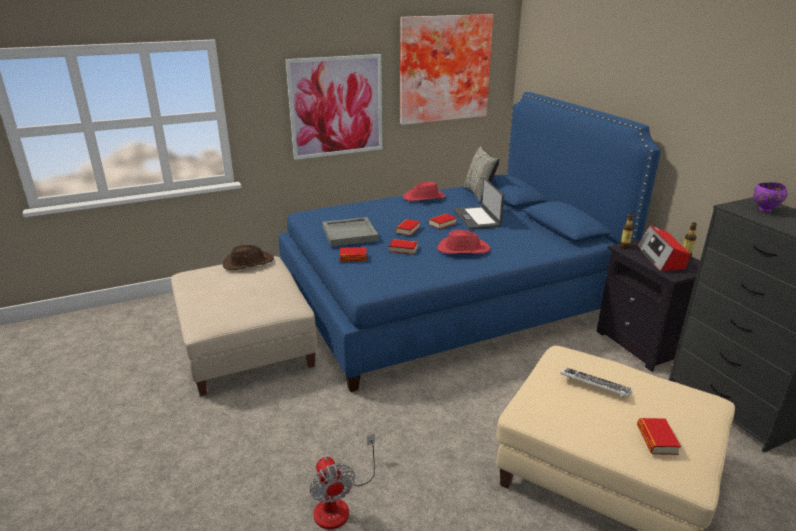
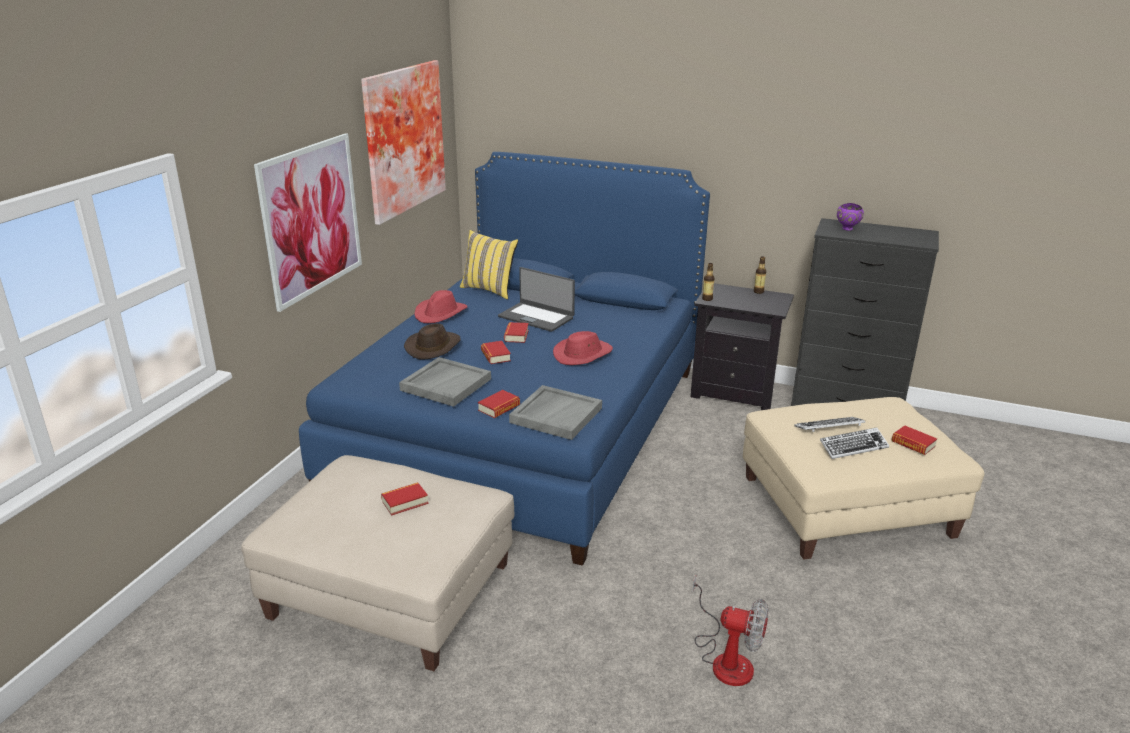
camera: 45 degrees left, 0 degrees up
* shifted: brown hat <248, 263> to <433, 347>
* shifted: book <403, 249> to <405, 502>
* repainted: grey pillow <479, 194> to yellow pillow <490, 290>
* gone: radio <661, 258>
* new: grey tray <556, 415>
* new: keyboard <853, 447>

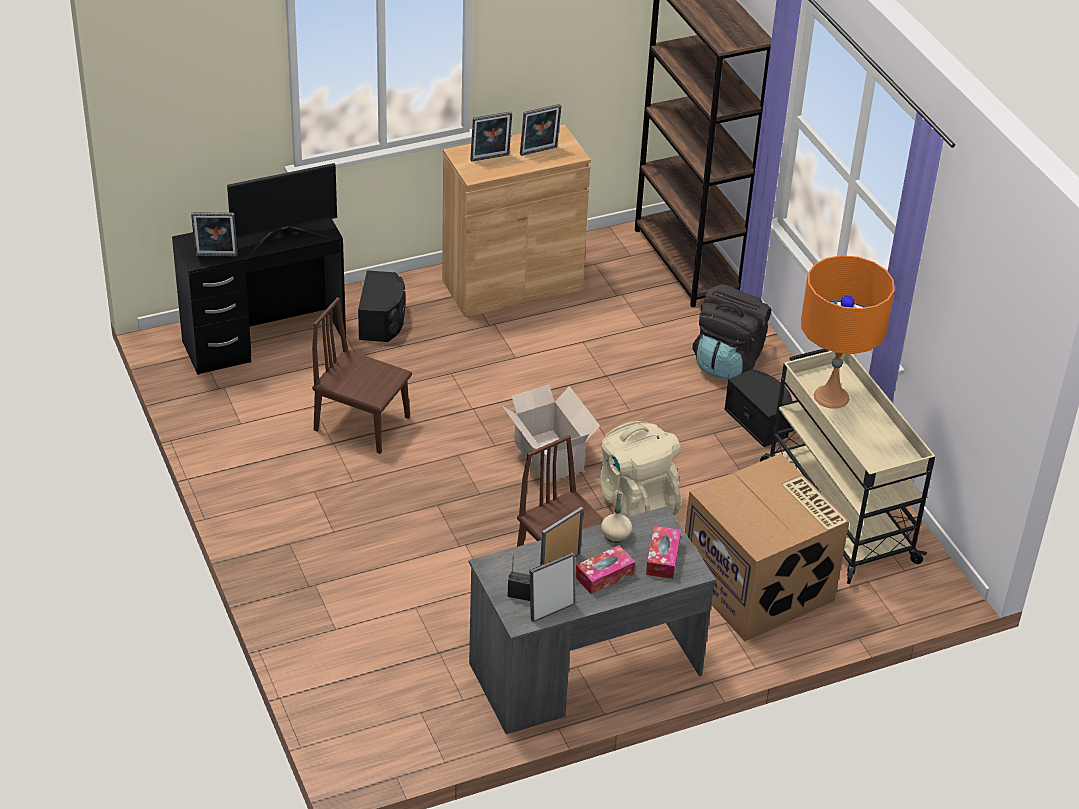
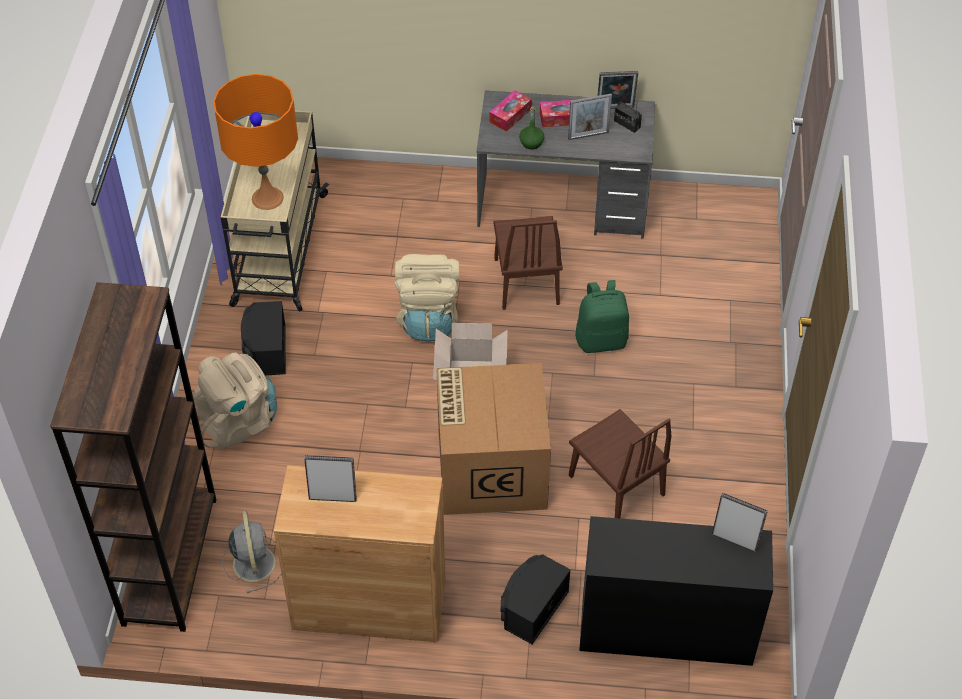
camera: 150 degrees left, 10 degrees up
* gone: monitor <283, 235>
* gone: picture frame <490, 158>
* repainted: beige bottle <615, 534> to green bottle <531, 143>
* shifted: cardboard box <759, 586> to <490, 467>
* repainted: black backpack <728, 361> to beige backpack <238, 422>
* new: grey fan <254, 561>
* new: green backpack <601, 340>

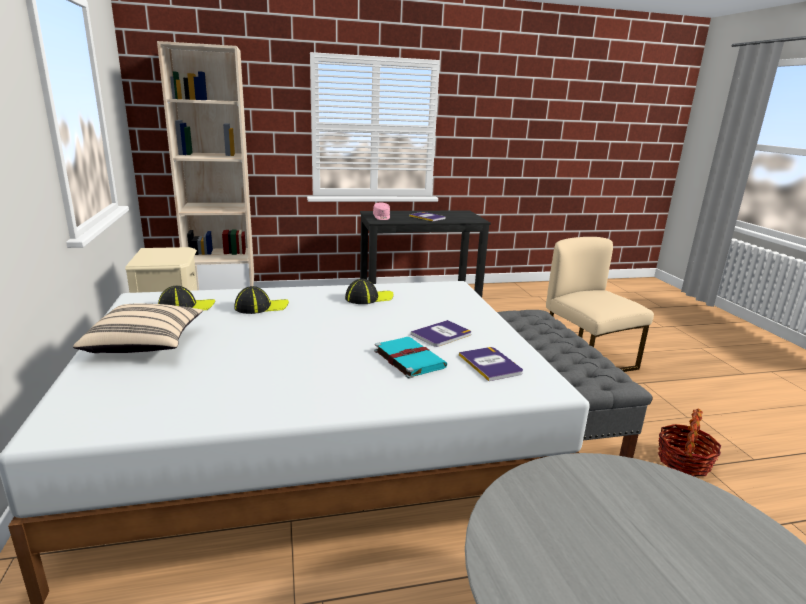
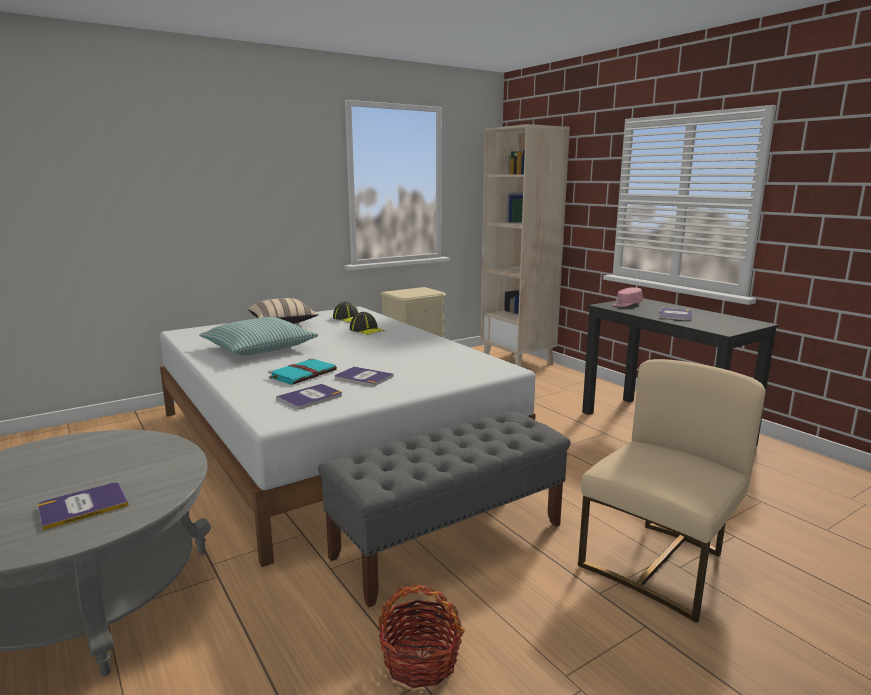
camera: 70 degrees right, 5 degrees down
* gone: cap <368, 298>
* new: book <83, 506>
* new: pillow <259, 348>

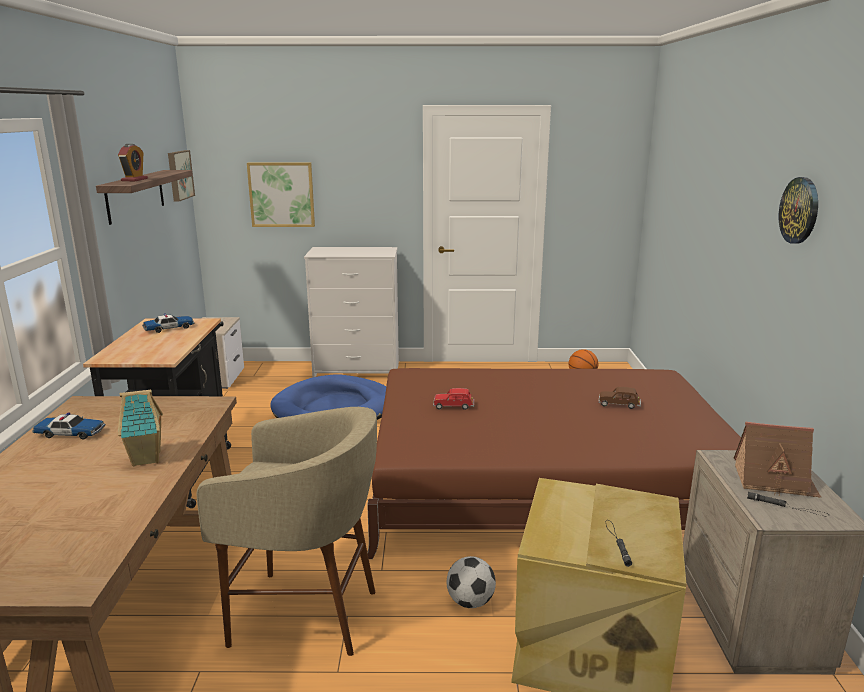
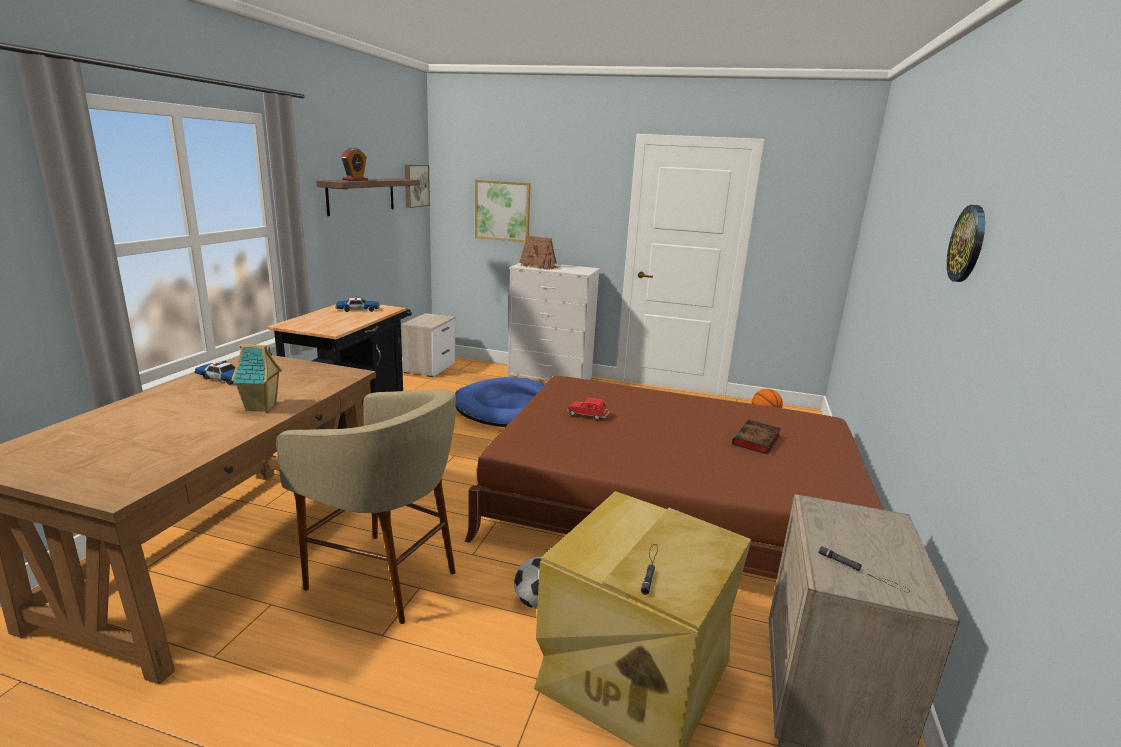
camera: 15 degrees right, 0 degrees up
* swapped: brown toy car <619, 405> to book <756, 441>
* shifted: toy house <774, 481> to <539, 266>

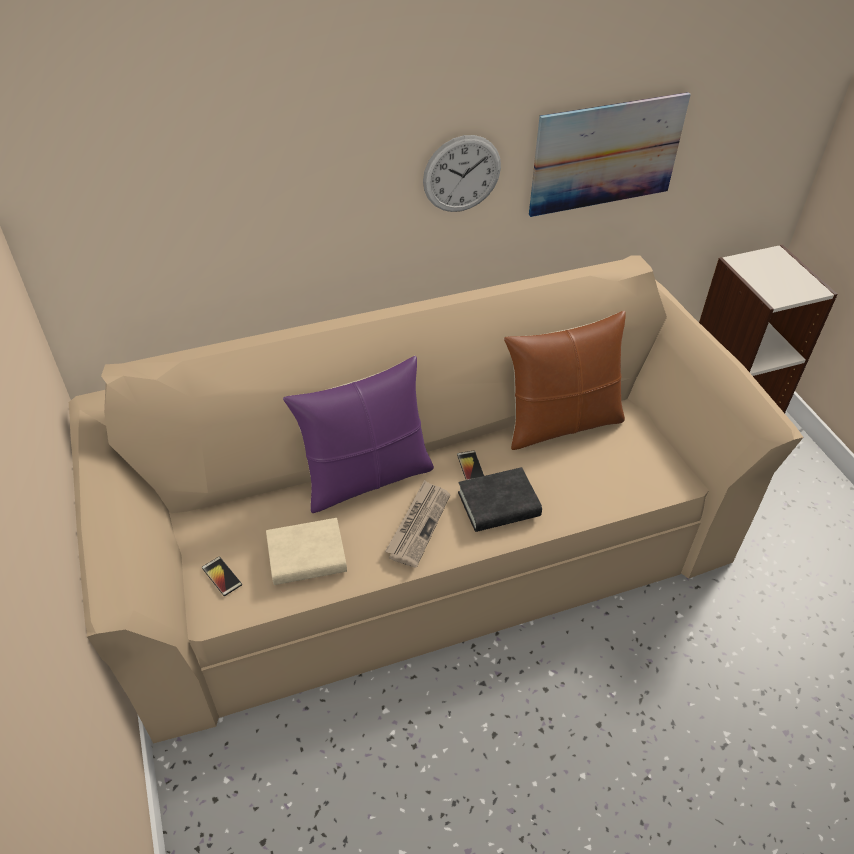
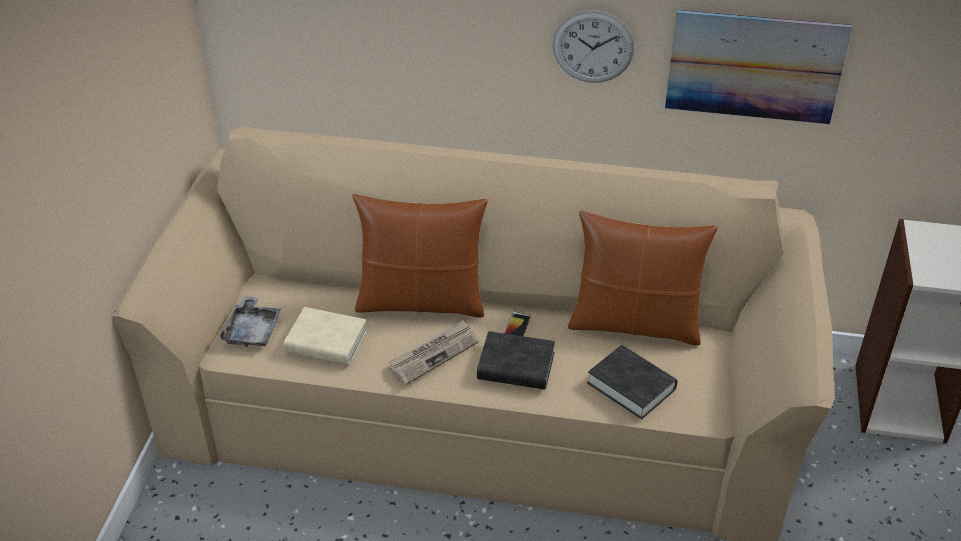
camera: 30 degrees right, 5 degrees down
* swapped: phone <222, 576> to grey tray <253, 330>
* repainted: purple pillow <366, 477> to brown pillow <421, 302>
* new: black book <631, 386>

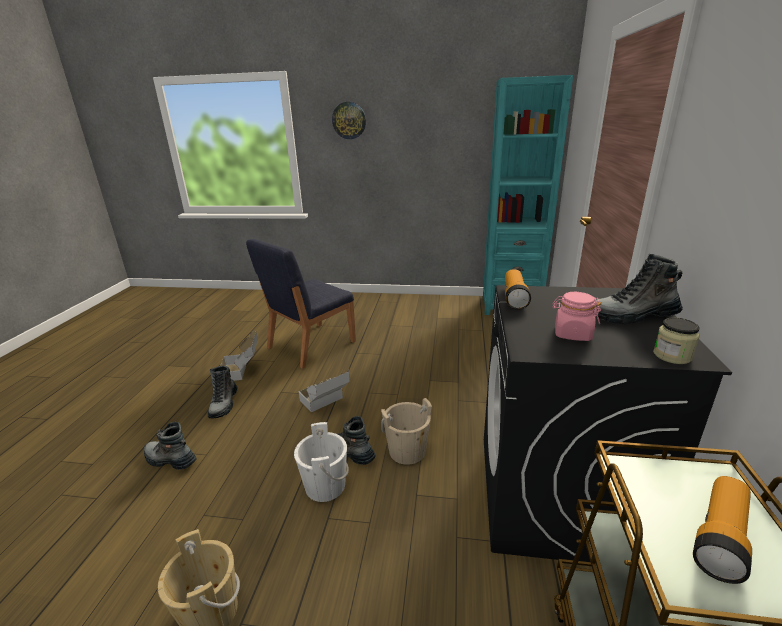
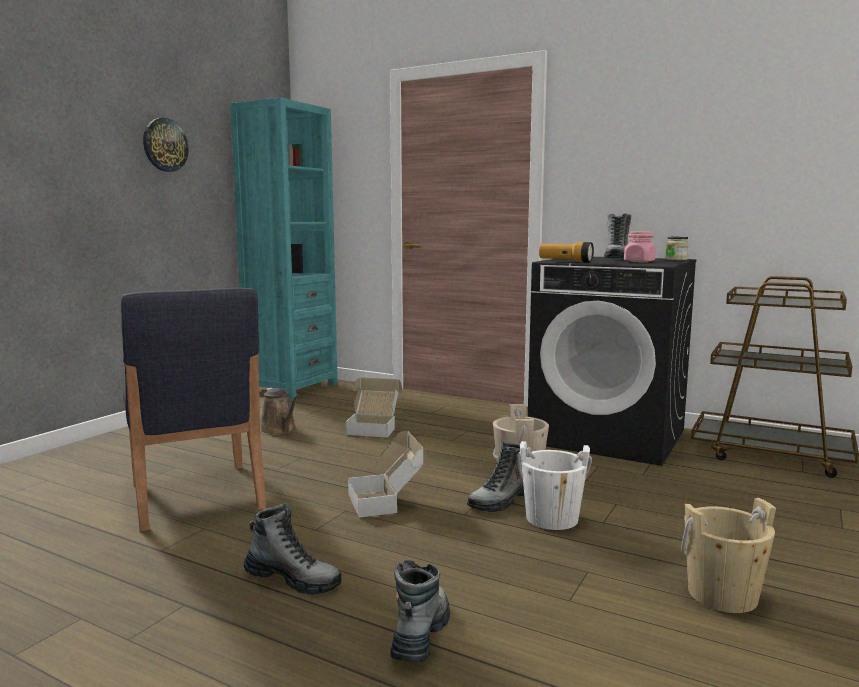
camera: 70 degrees left, 15 degrees down
* rotated: boot <170, 460> = <420, 634> 150 degrees clockwise
* shifted: cardboard box <242, 371> to <374, 428>
* shifted: wall clock <349, 120> to <165, 145>
* gone: flashlight <720, 538>
* new: brown watering can <280, 430>

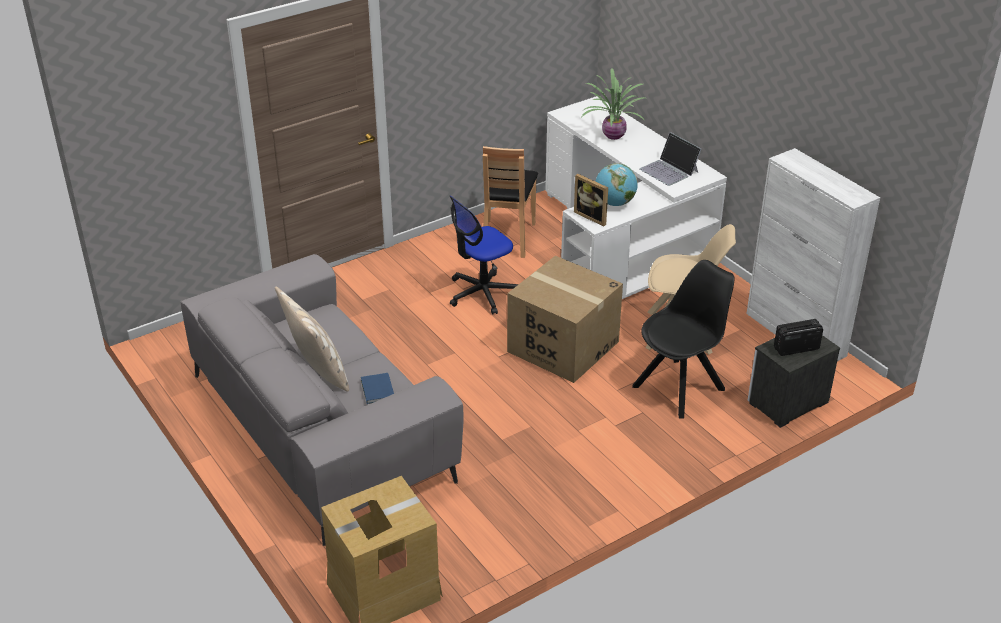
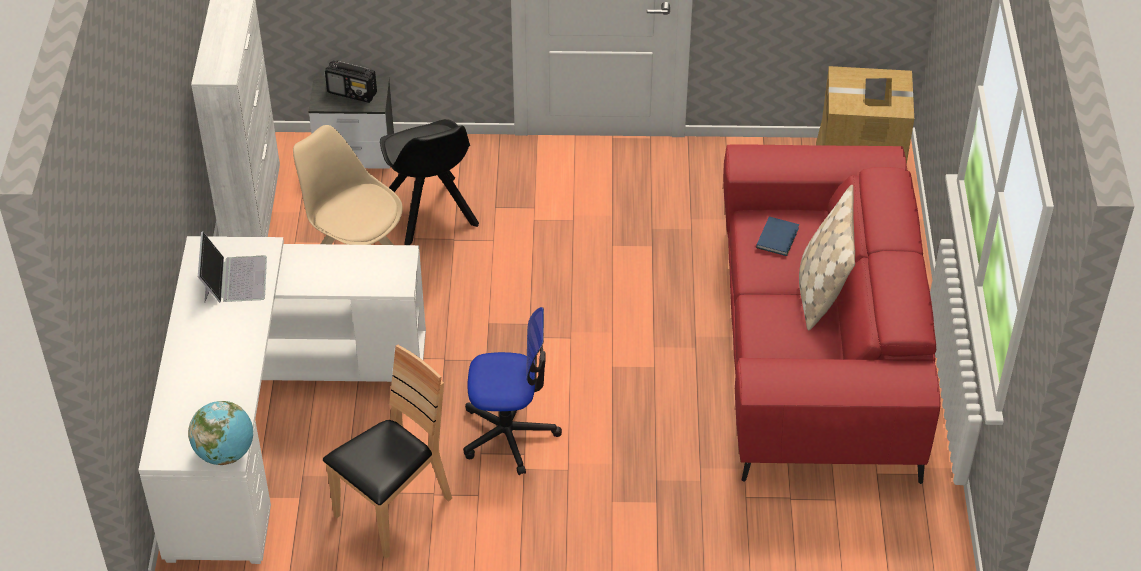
camera: 145 degrees left, 10 degrees up
* repainted: grey sofa <322, 426> to red sofa <817, 347>
* gone: cardboard box <562, 346>
* gone: picture frame <592, 216>
* gone: potted plant <613, 135>
* shifted: globe <615, 203> to <225, 453>
* rotated: black chair <680, 387> = <431, 213> 105 degrees counterclockwise

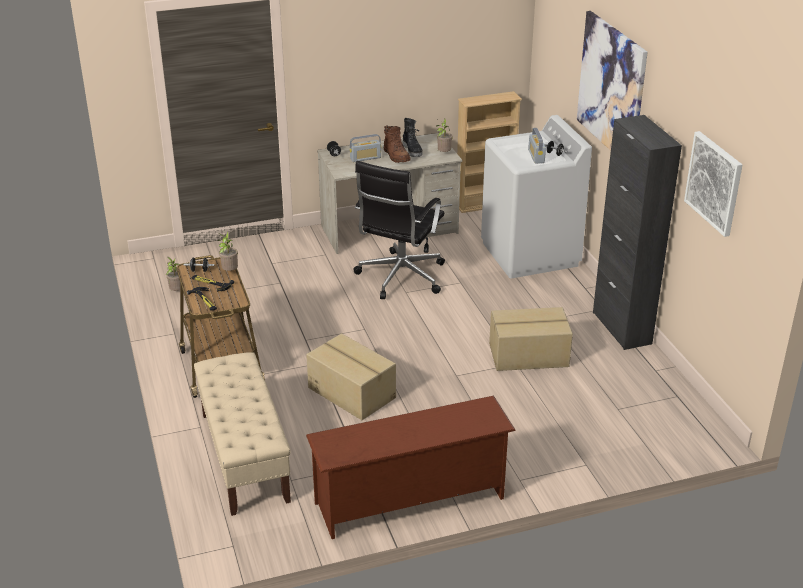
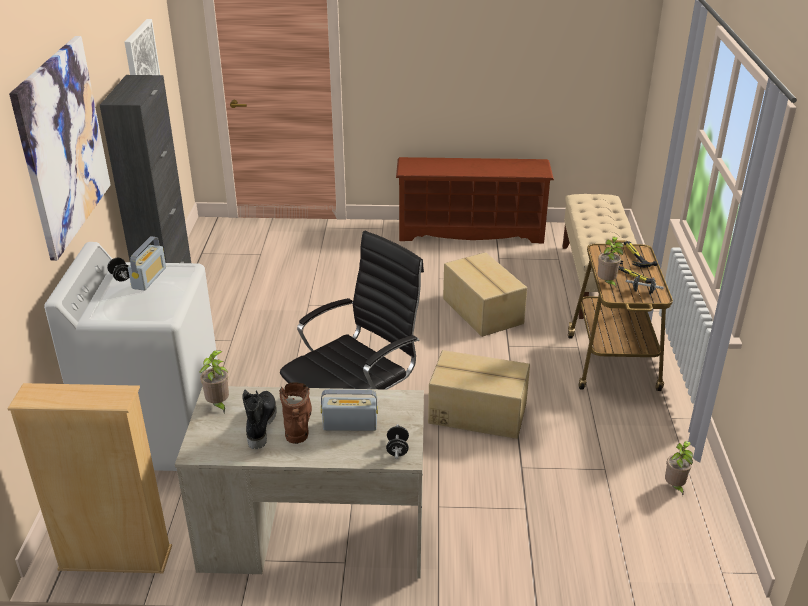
camera: 160 degrees left, 0 degrees up
* shifted: cardboard box <529, 355> to <477, 412>

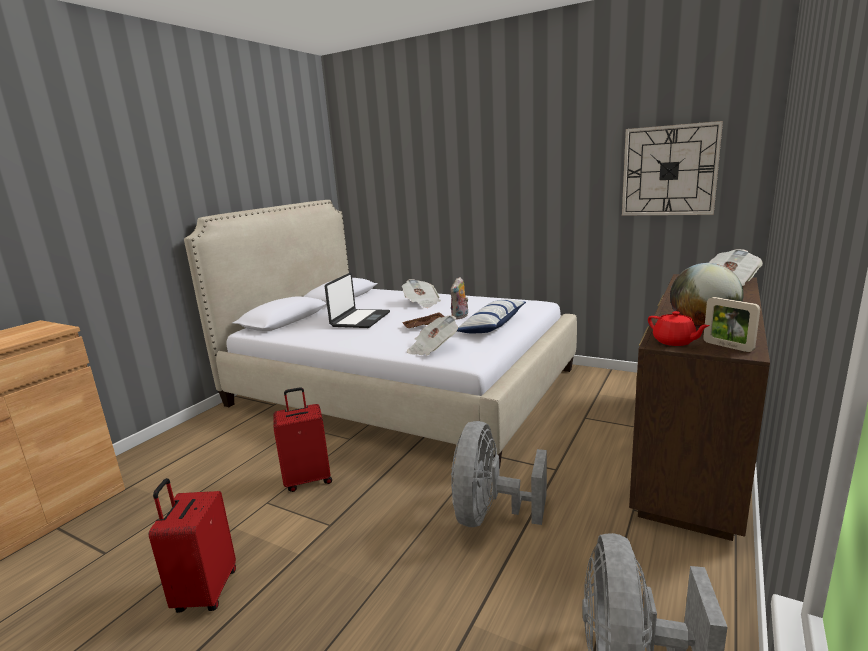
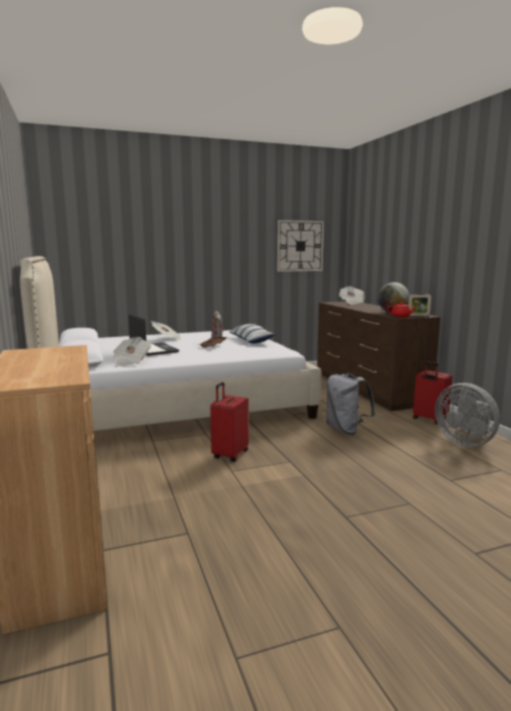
camera: 50 degrees left, 5 degrees down
* shifted: red suitcase <205, 592> to <429, 420>
* shifted: newspaper <433, 349> to <130, 362>
* swapped: grey fan <490, 515> to grey backpack <346, 430>

